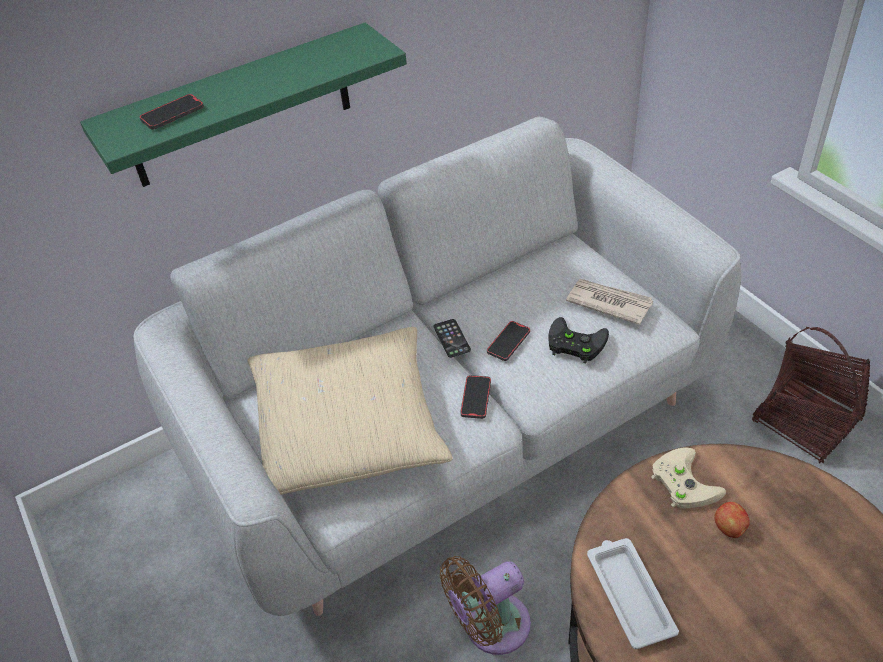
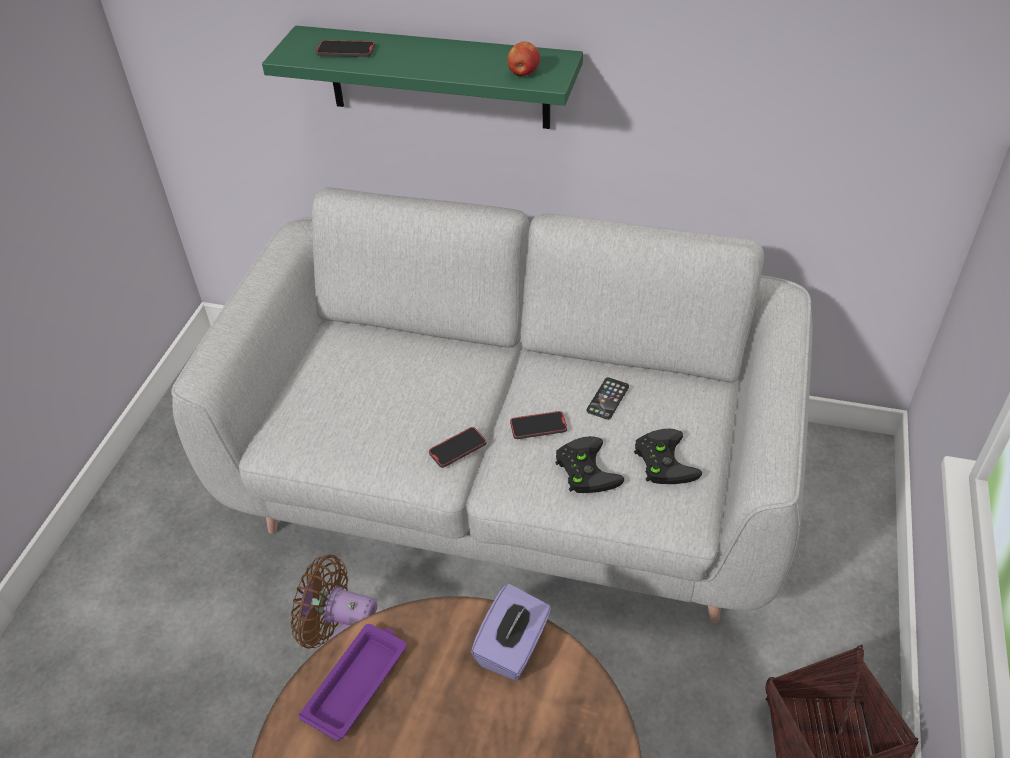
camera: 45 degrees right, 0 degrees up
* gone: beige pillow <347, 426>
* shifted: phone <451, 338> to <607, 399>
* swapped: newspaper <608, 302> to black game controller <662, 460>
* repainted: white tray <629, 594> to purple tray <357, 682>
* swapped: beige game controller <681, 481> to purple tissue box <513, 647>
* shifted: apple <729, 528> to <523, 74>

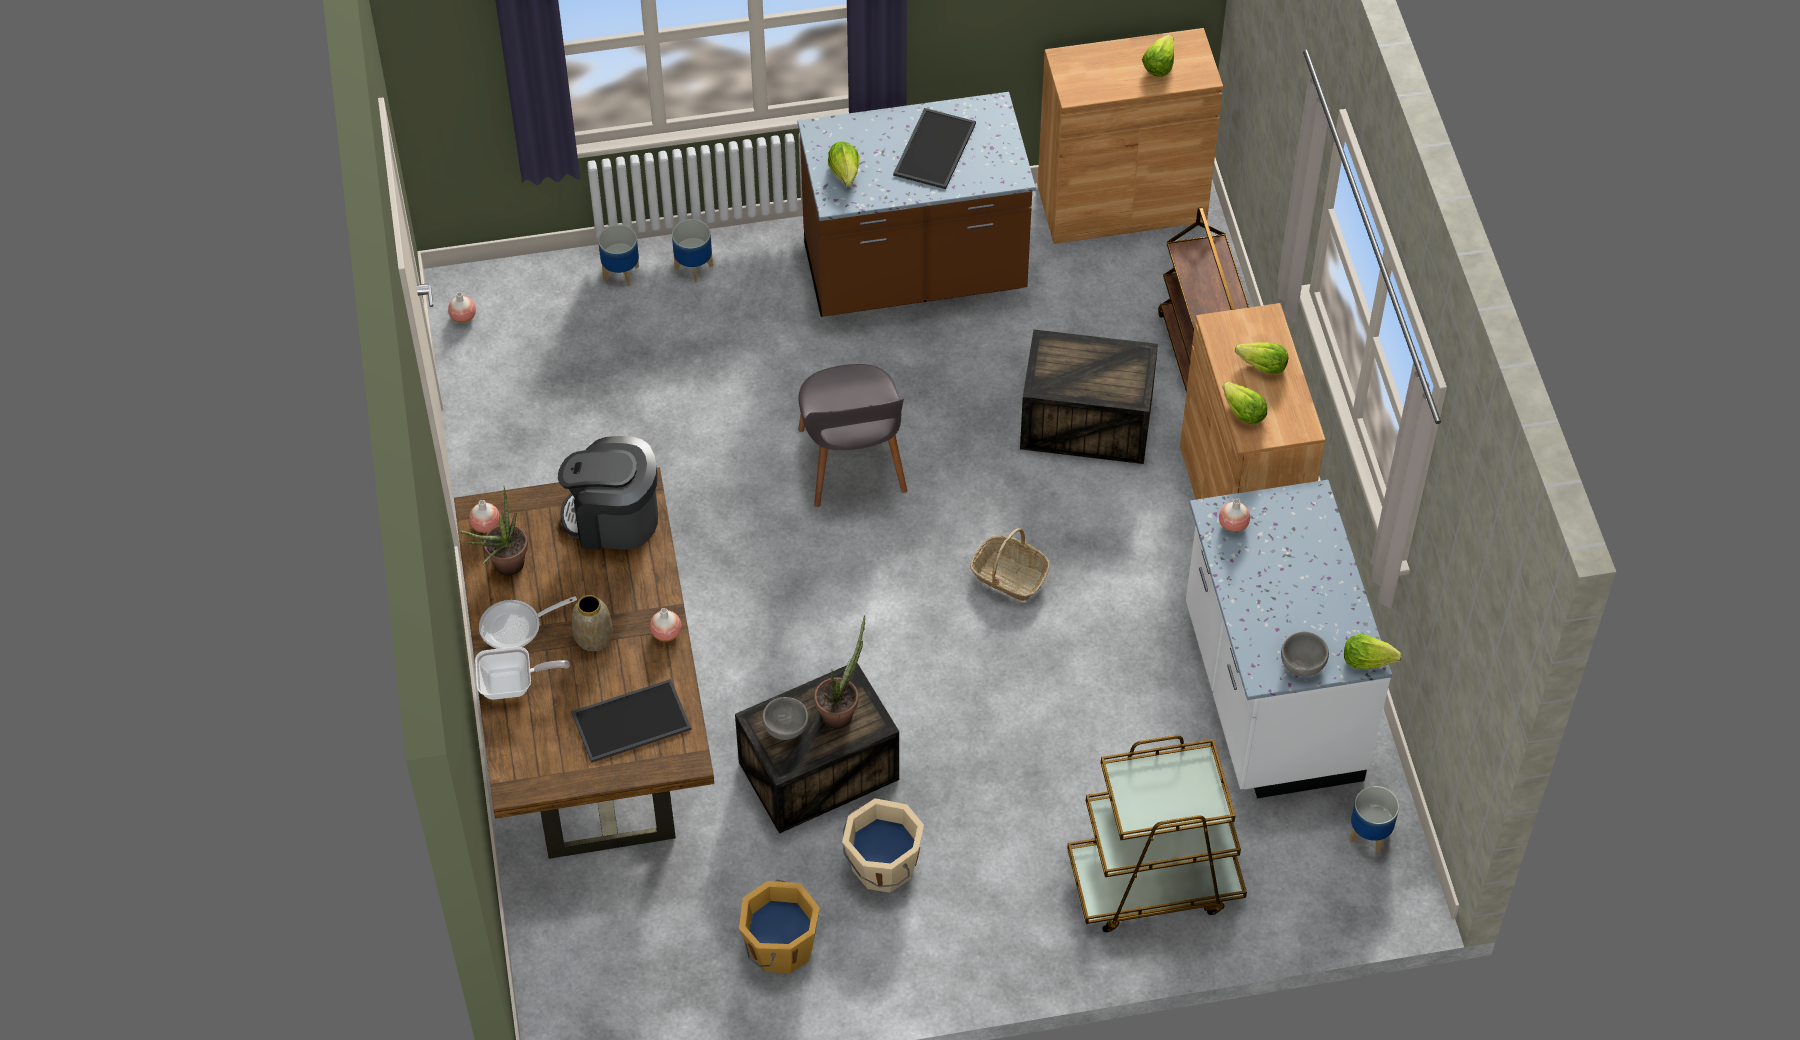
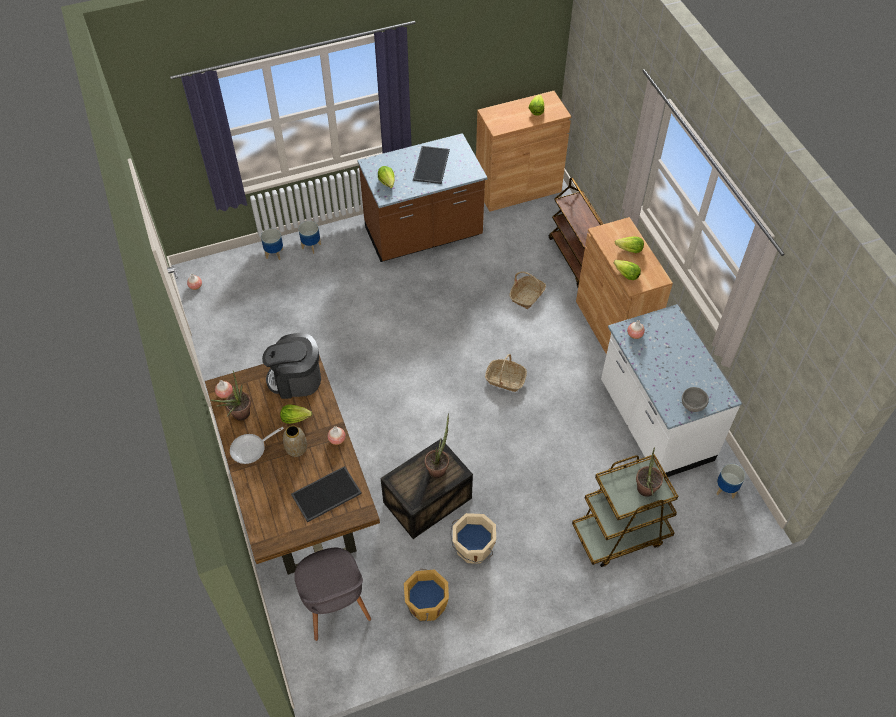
camera: 10 degrees left, 0 degrees up
* gone: frying pan <513, 685>
* gone: grey bowl <784, 727>
* shifted: grey chair <852, 464> to <334, 605>
* swapped: crate <1088, 422> to basket <527, 296>
* shifted: lettuce <1367, 660> to <295, 418>
* new: potted plant <645, 492>

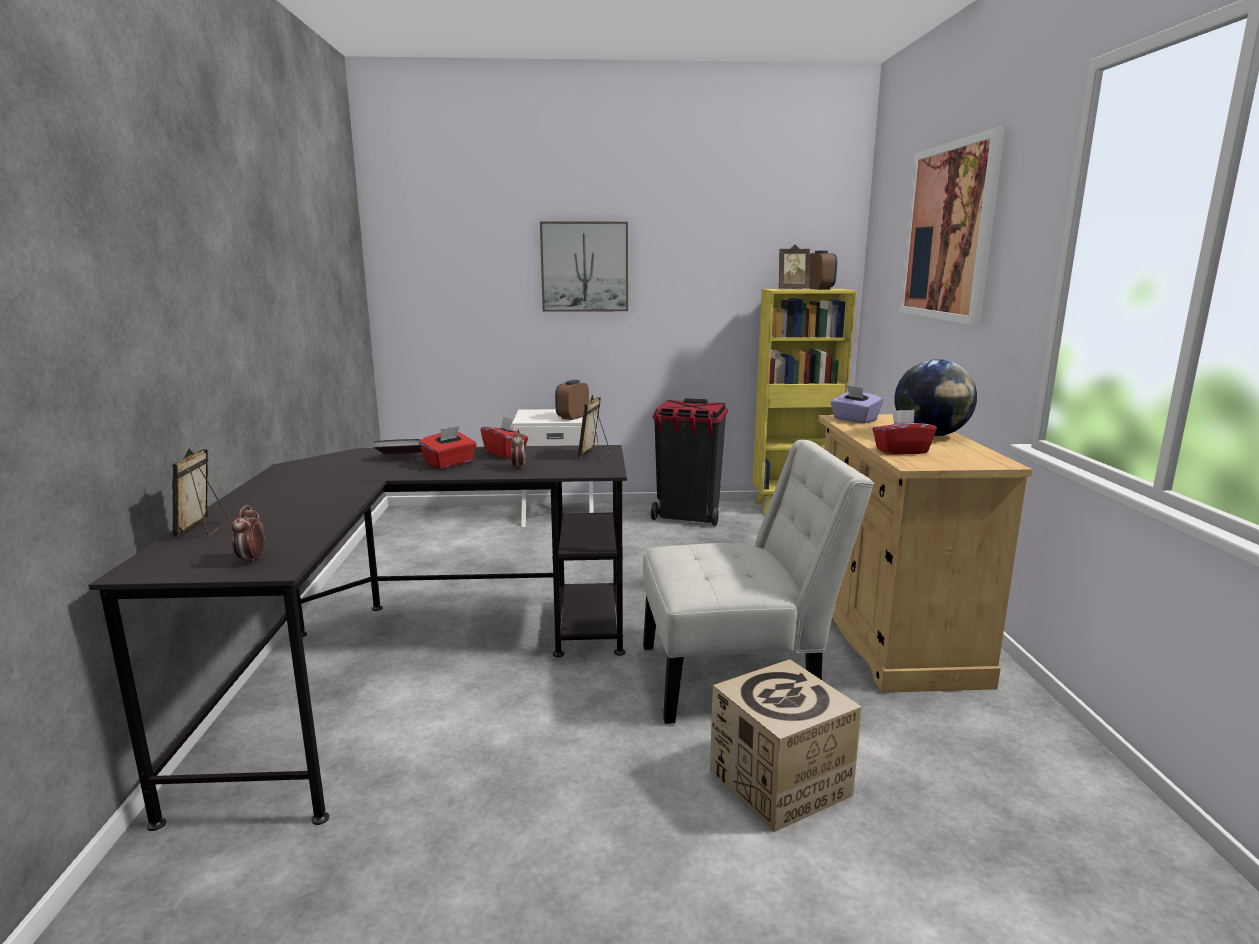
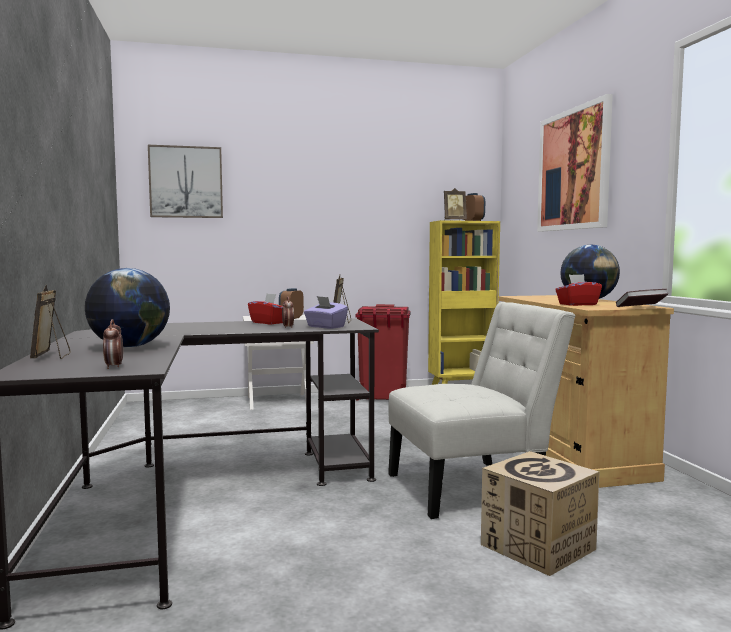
camera: 10 degrees left, 10 degrees down
* shifted: book <403, 457> to <641, 307>
* gone: red tissue box <450, 463>
* shifted: picture <584, 267> to <186, 182>
* repainted: black trash can <688, 517> to red trash can <383, 398>
* shifted: purple tissue box <854, 420> to <325, 327>
* new: globe <129, 347>

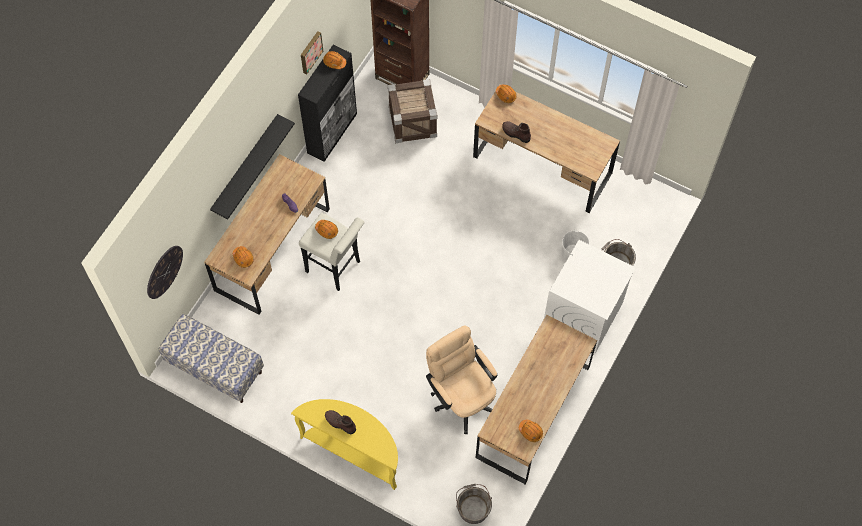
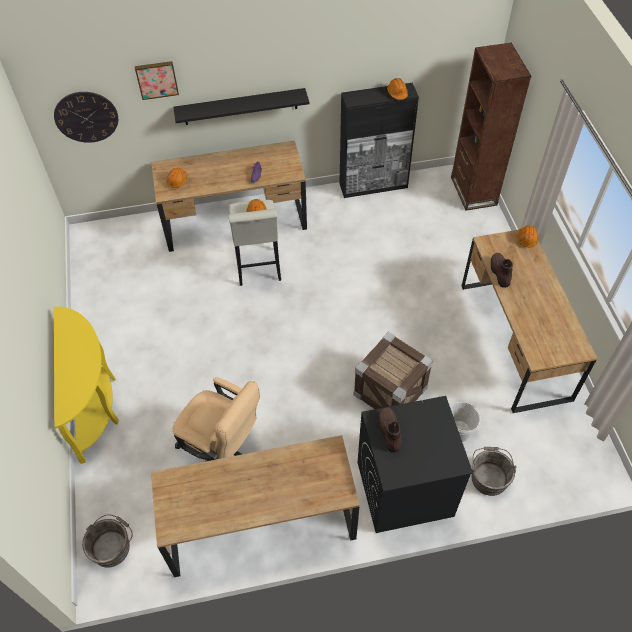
camera: 50 degrees right, 10 degrees down
* gone: bench <215, 367>
* shifted: picture <310, 52> to <157, 79>
* shifted: brown boot <340, 423> to <389, 431>
* shifted: crate <412, 122> to <390, 391>
* rotated: beige office chair <461, 396> = <222, 449> 105 degrees clockwise
* gone: orange hard hat <530, 431>
* repainted: white washing machine <582, 315> to black washing machine <404, 489>

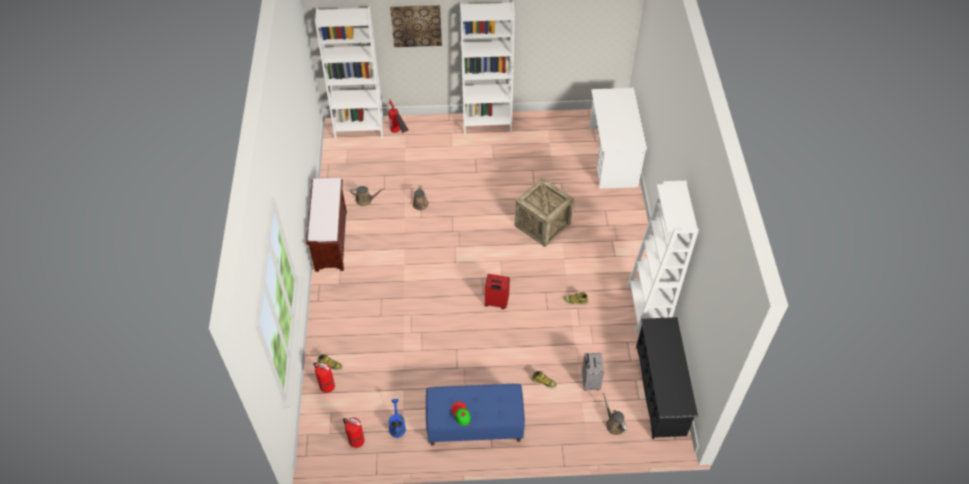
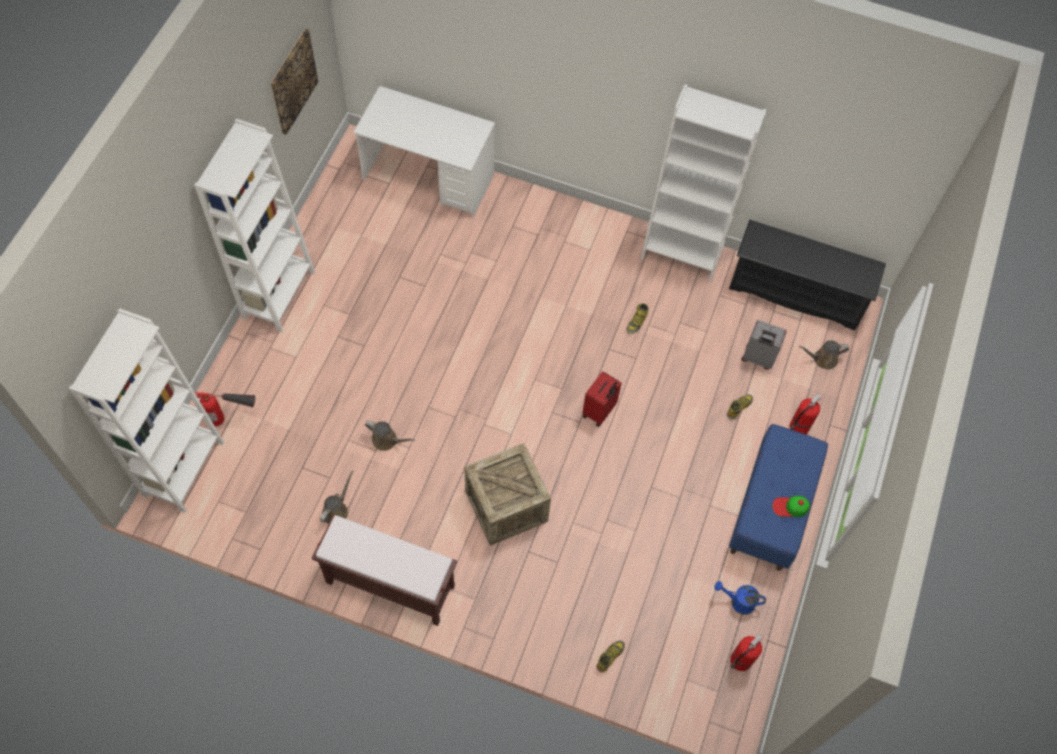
camera: 70 degrees left, 10 degrees up
* shifted: fire extinguisher <326, 385> to <798, 428>
* shifted: picture <416, 25> to <293, 81>
* shifted: crate <542, 224> to <506, 506>

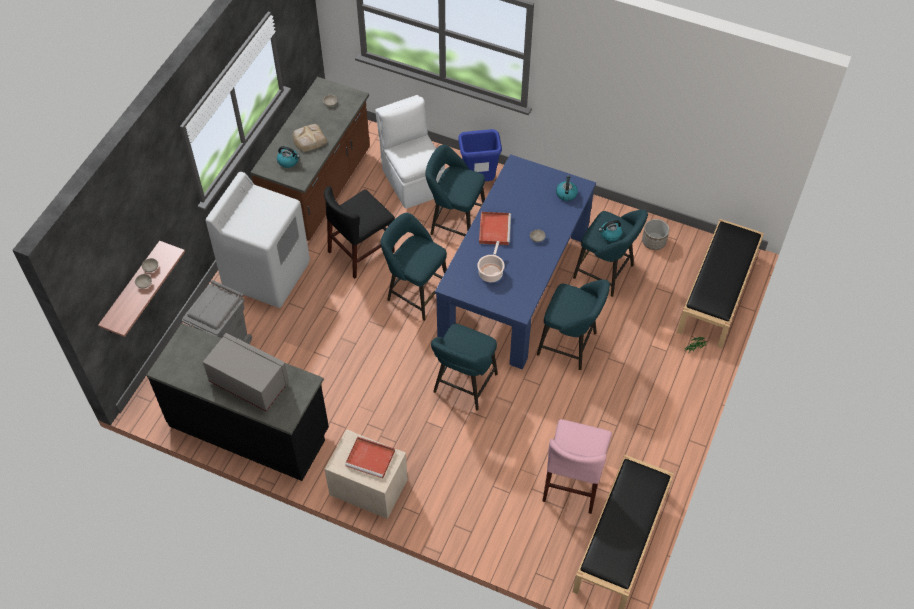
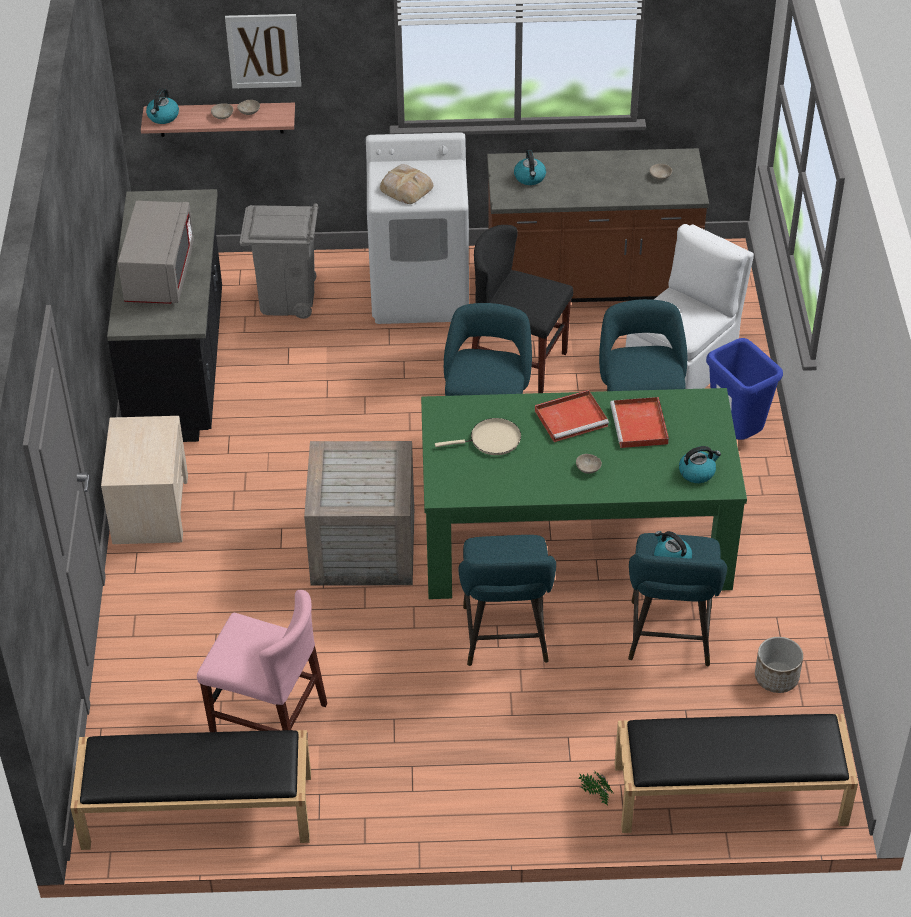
camera: 65 degrees right, 10 degrees down
* shifted: bread <309, 139> to <406, 187>
* shifted: red tray <371, 458> to <640, 426>
* swapped: turquoise stool <463, 386> to crate <361, 546>
* repainted: blue dining table <514, 283> to green dining table <575, 539>
* swapped: cooking pot <491, 272> to beige frying pan <491, 440>
* rotated: pink chair <573, 482> = <269, 721> 150 degrees counterclockwise
* new: kettle <163, 117>
* new: picture <263, 50>

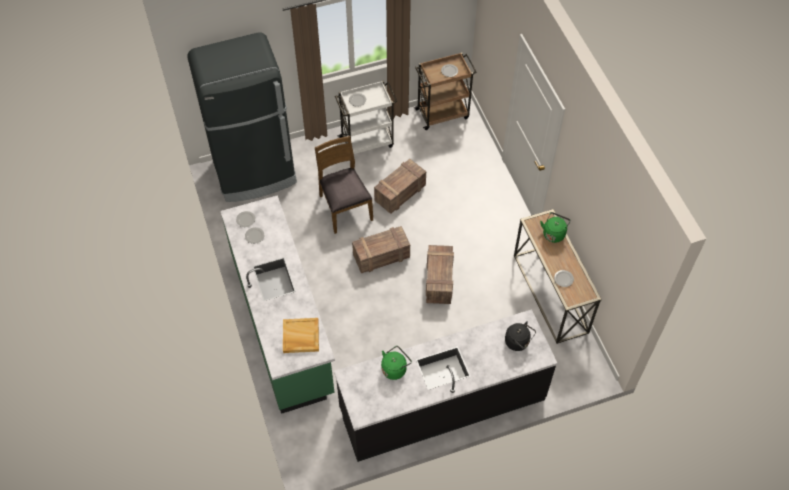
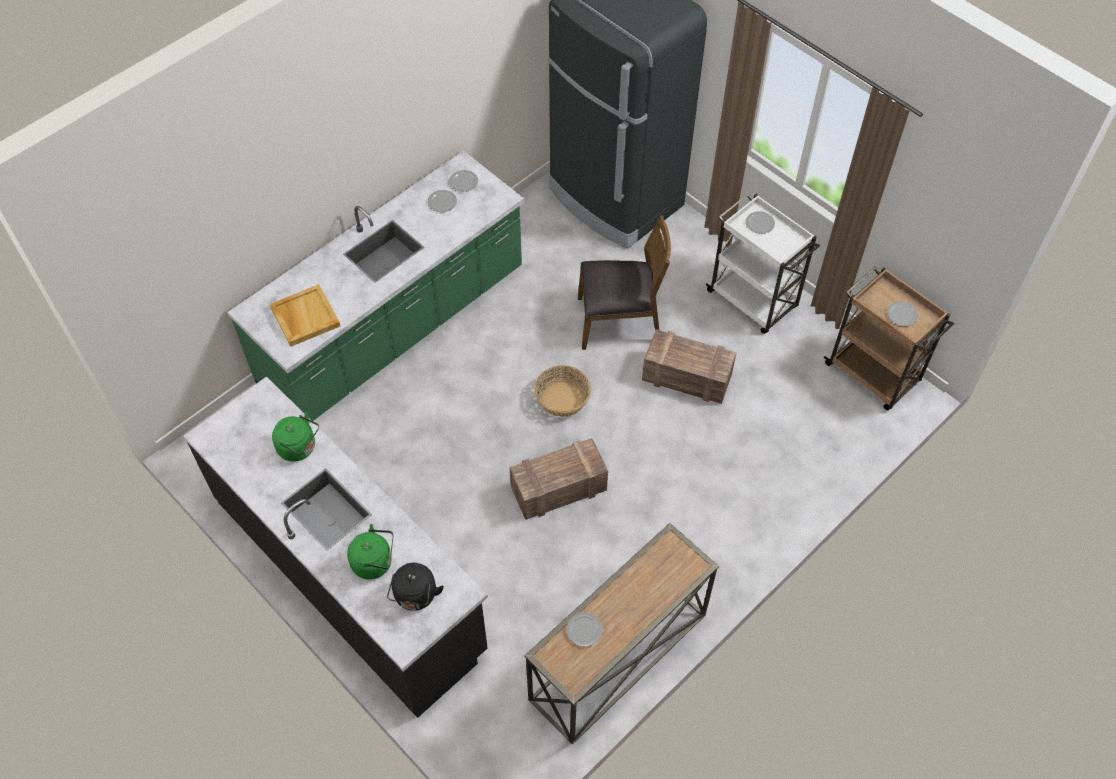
camera: 65 degrees right, 0 degrees up
* rotated: brown chair <344, 207> = <619, 321> 45 degrees clockwise
* swapped: crate <382, 256> to basket <563, 399>
* shifted: green kettle <554, 233> to <375, 562>

